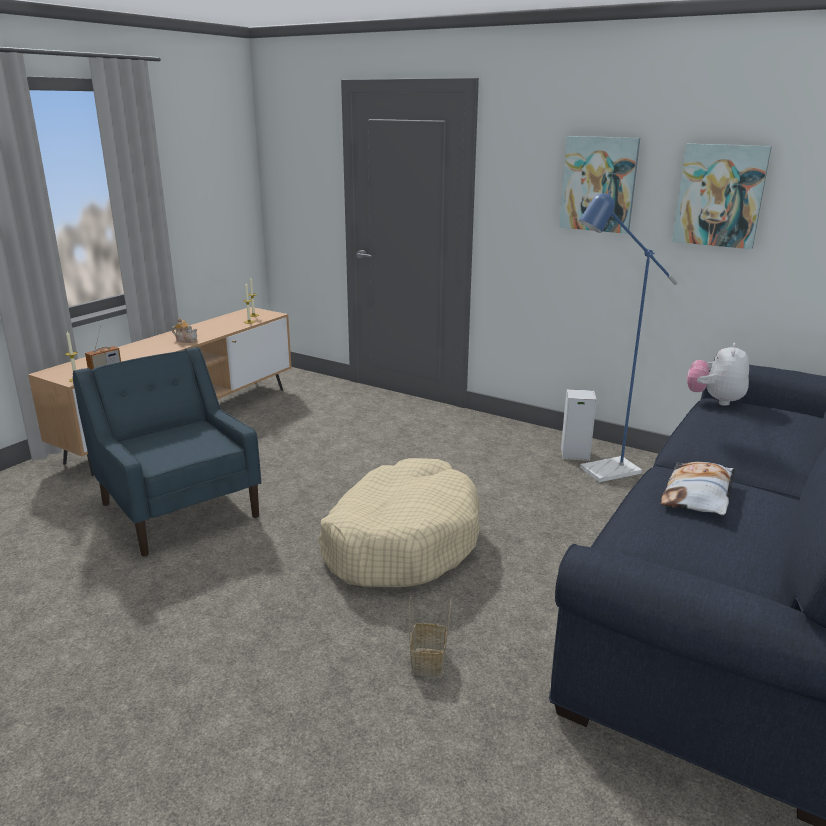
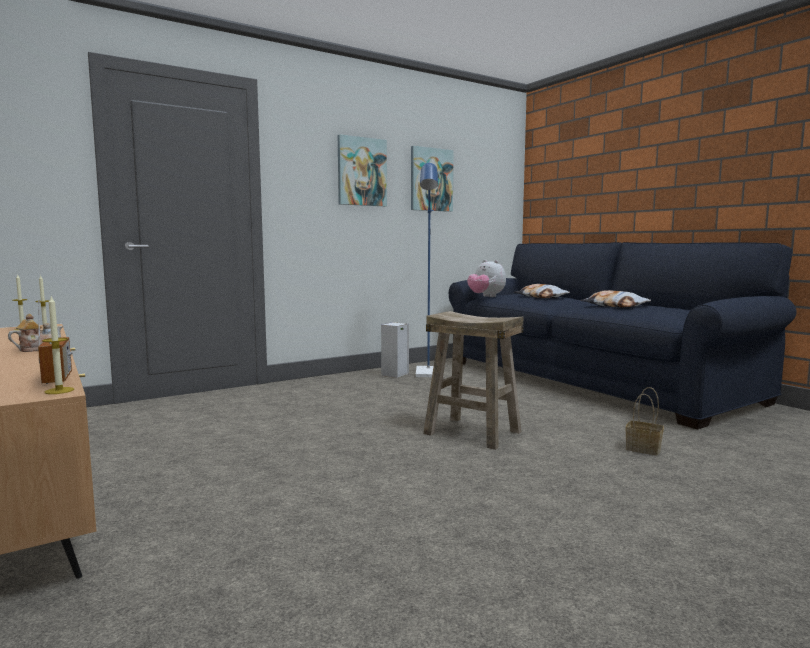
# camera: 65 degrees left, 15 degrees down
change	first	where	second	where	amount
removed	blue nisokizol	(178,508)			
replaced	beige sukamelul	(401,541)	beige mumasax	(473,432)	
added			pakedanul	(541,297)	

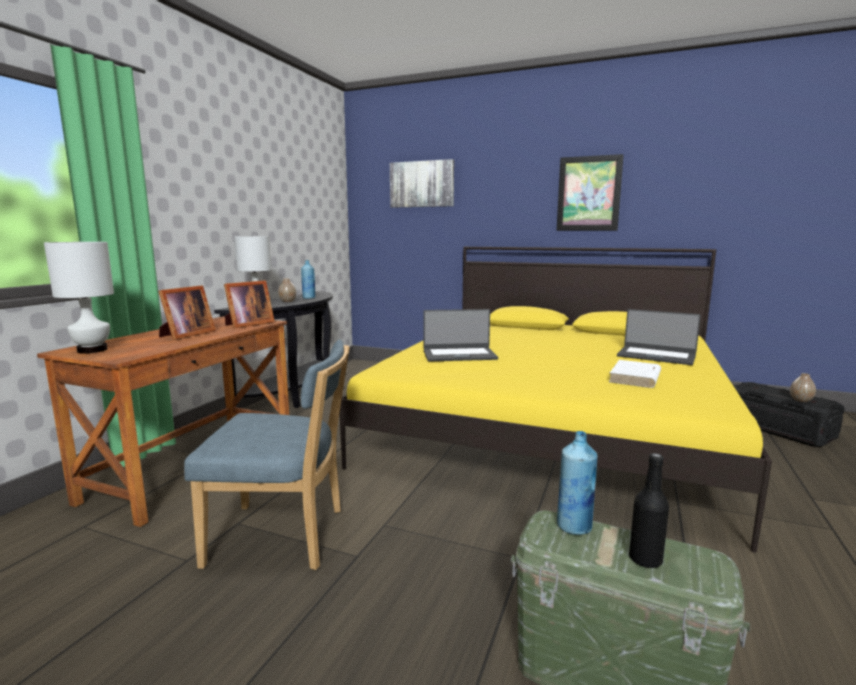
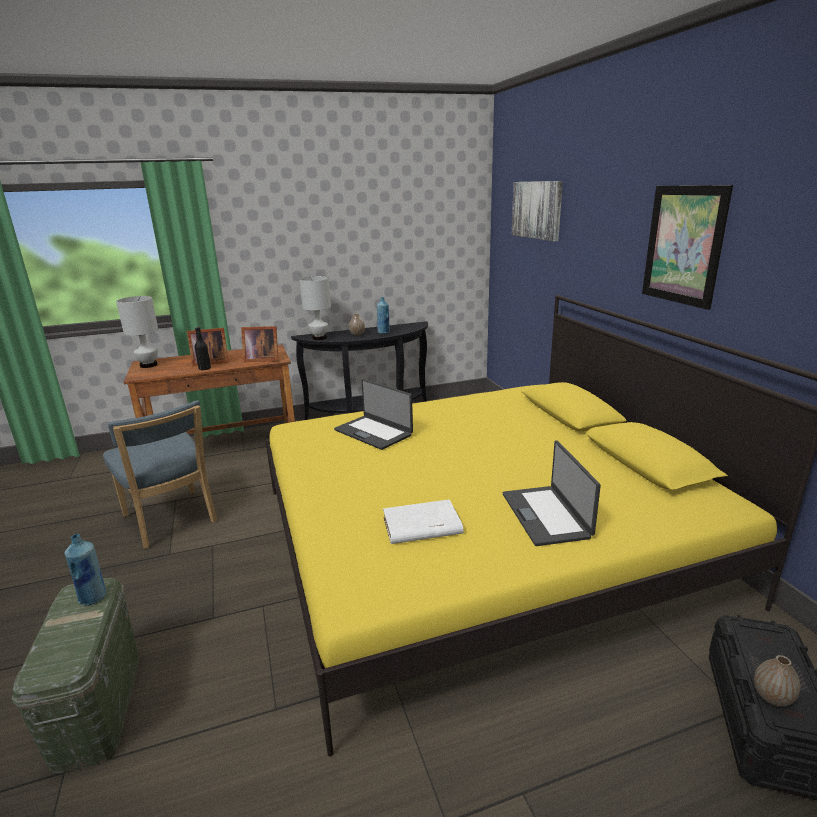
# camera: 50 degrees right, 10 degrees up
change	first	where	second	where	amount
moved	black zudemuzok	(645,559)		(204,369)	

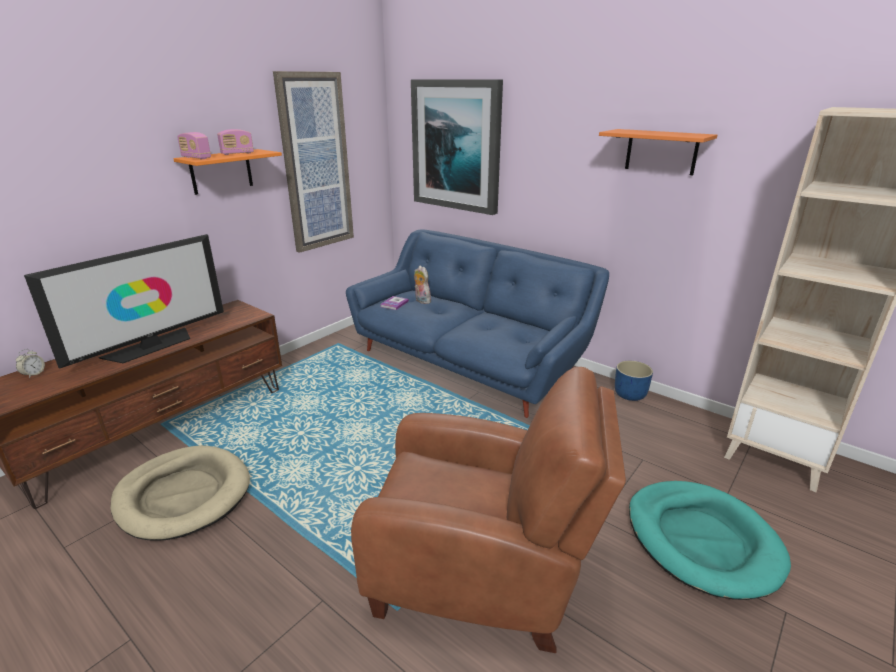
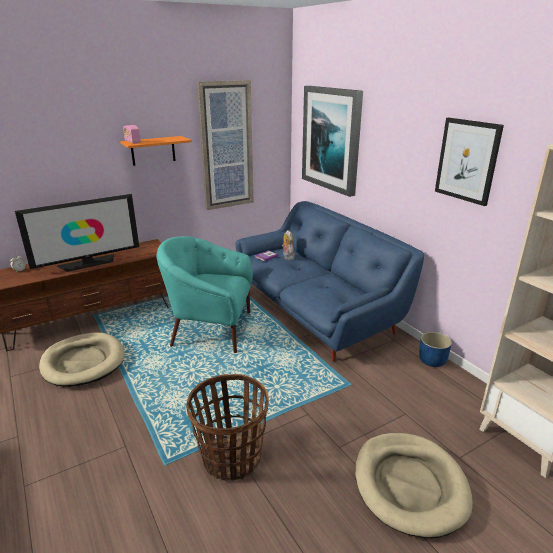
# camera: 20 degrees right, 0 degrees up
change	first	where	second	where	amount
removed	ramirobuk	(237,153)			
replaced	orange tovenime	(661,152)	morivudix	(467,160)	
replaced	brown nisokizol	(481,572)	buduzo	(231,458)	
recoloured	turquoise sukamelul	(702,540)	beige sukamelul	(410,485)	
added			turquoise nisokizol	(211,329)	

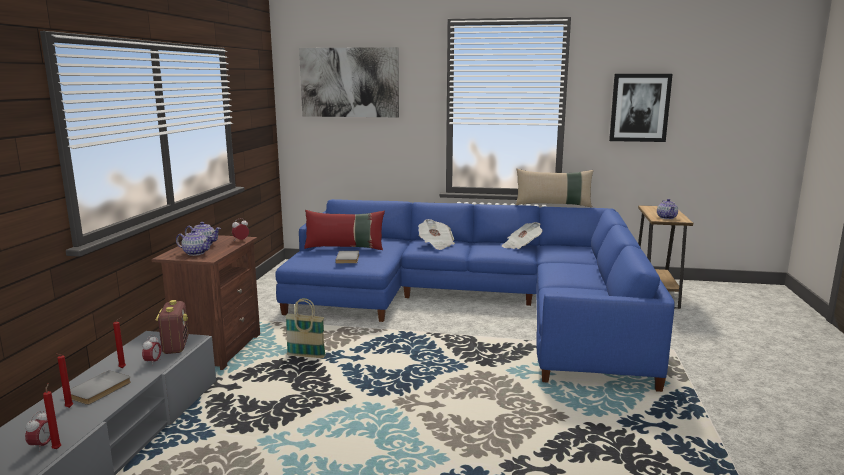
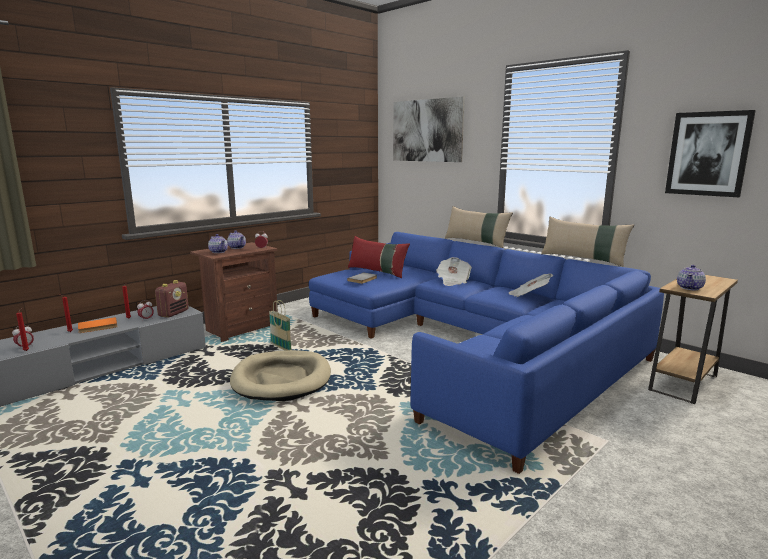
# camera: 35 degrees right, 0 degrees up
change	first	where	second	where	amount
recoloured	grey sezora	(100,390)	orange sezora	(98,327)	
added			beige pakedanul	(476,242)	
added			beige sukamelul	(282,379)	

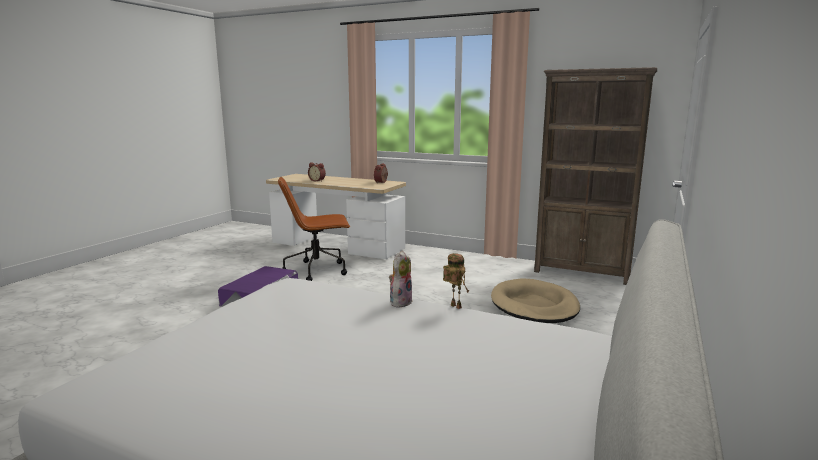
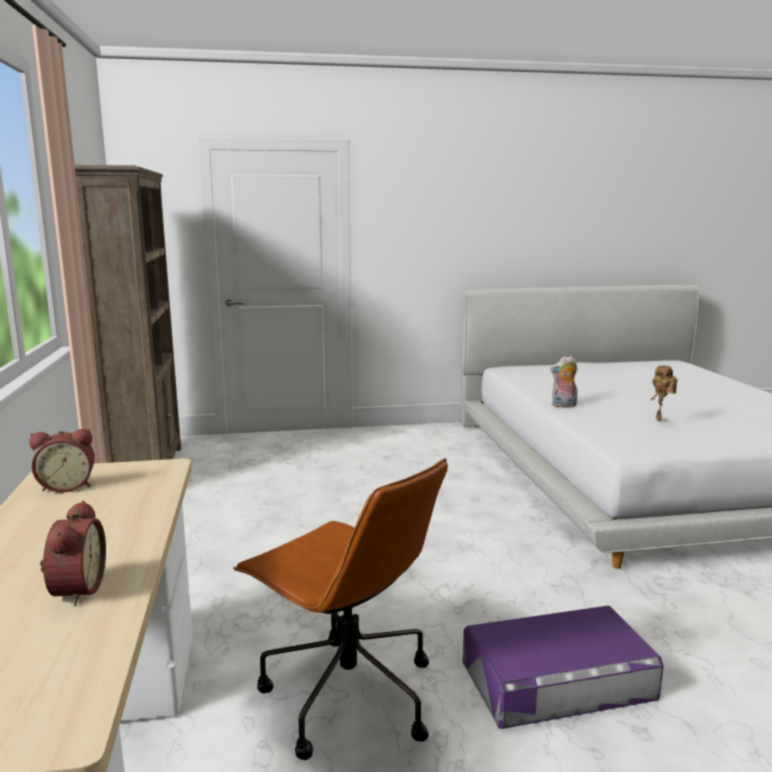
# camera: 125 degrees left, 0 degrees up
change	first	where	second	where	amount
moved	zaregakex	(454,307)		(660,419)	
removed	beige sukamelul	(534,305)			

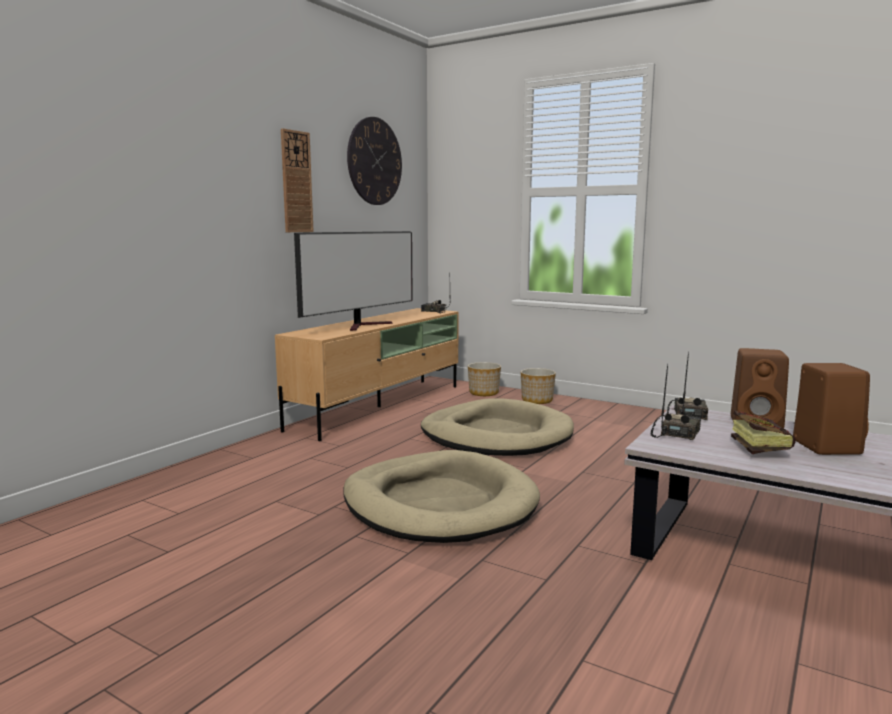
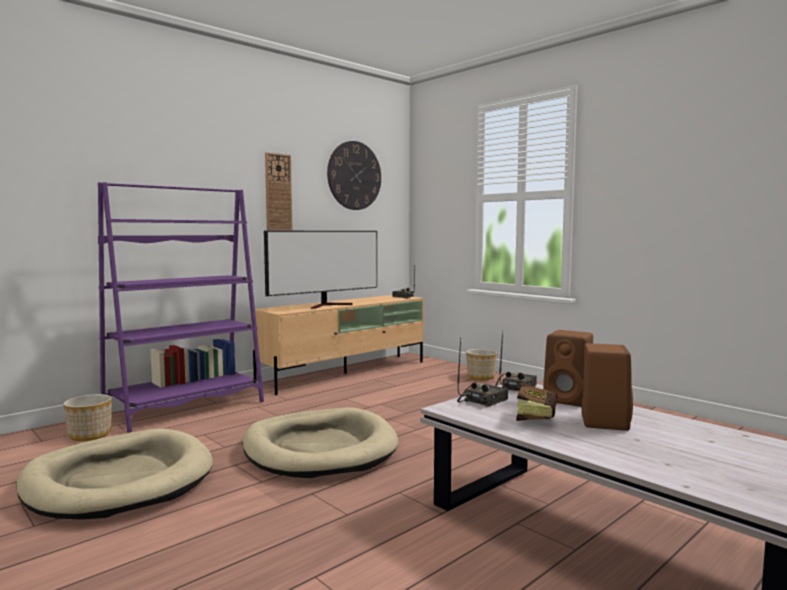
# camera: 15 degrees right, 5 degrees down
change	first	where	second	where	amount
moved	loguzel	(484,393)		(90,435)	
moved	beige sukamelul	(496,435)		(119,480)	
added			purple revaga	(186,408)	

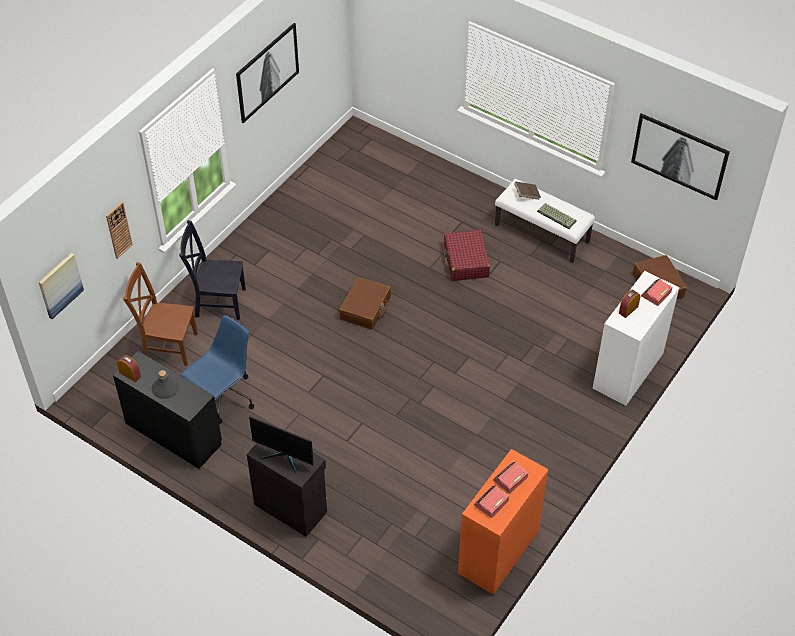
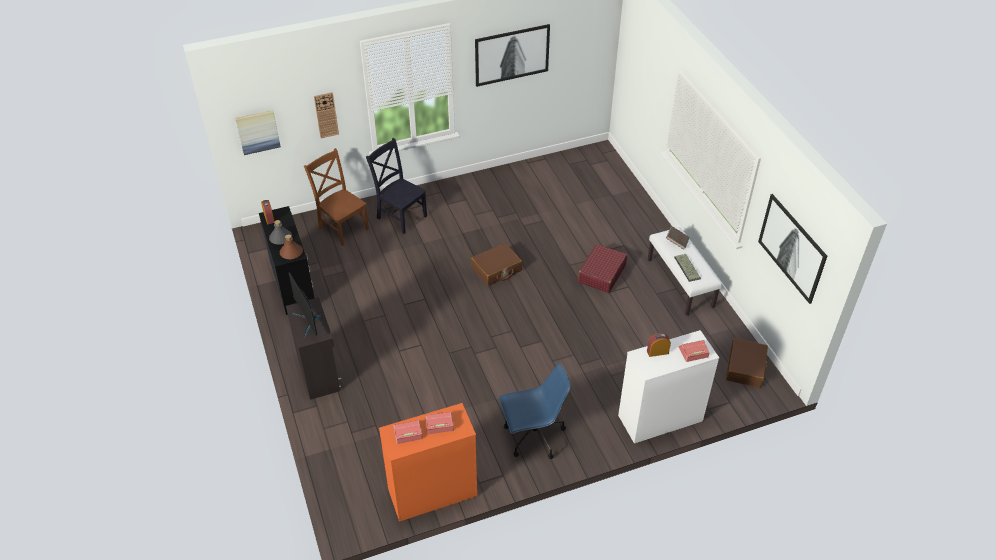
# camera: 35 degrees right, 5 degrees down
change	first	where	second	where	amount
moved	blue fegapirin	(223,398)		(533,436)	
added			brown zudemuzok	(291,253)	

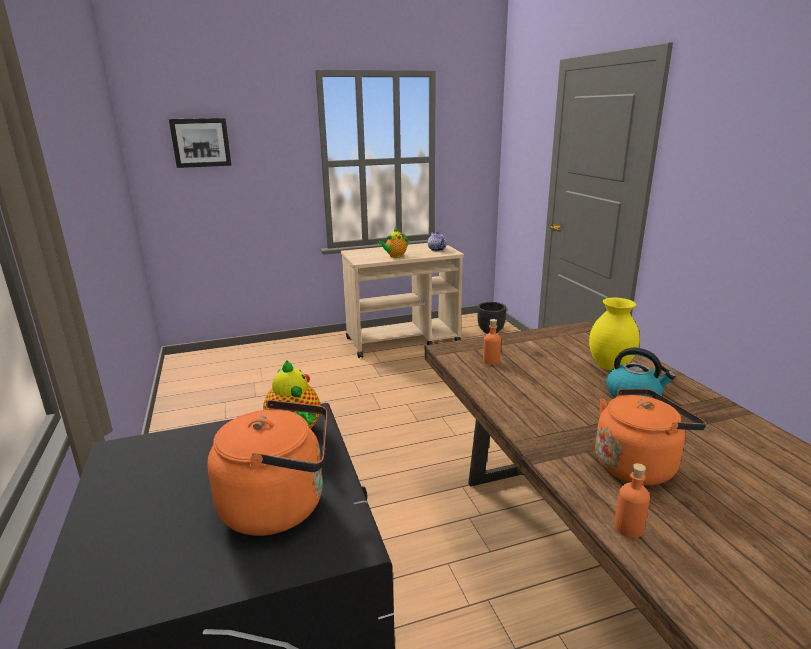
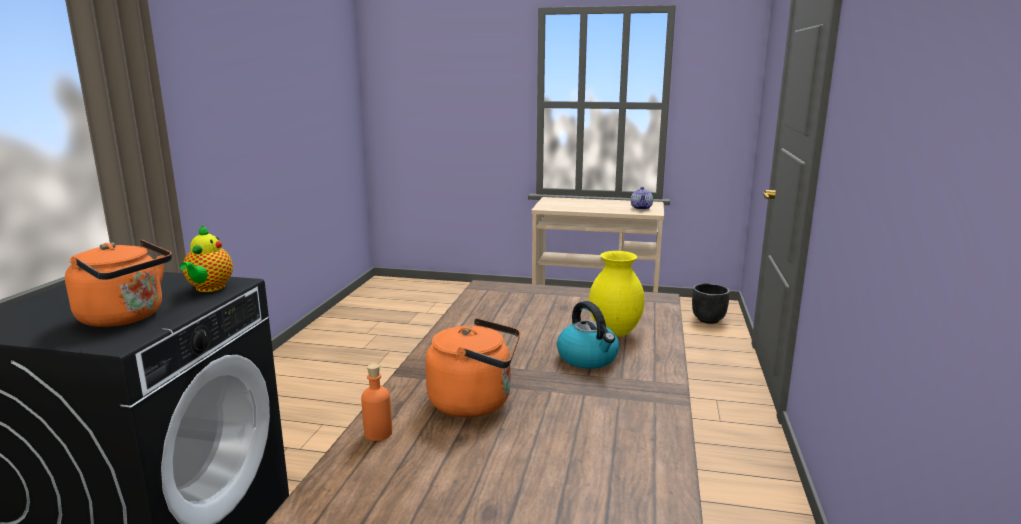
# camera: 30 degrees right, 5 degrees down
change	first	where	second	where	amount
removed	morivudix	(201,142)			
removed	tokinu	(394,256)			
removed	orange zudemuzok	(491,361)			

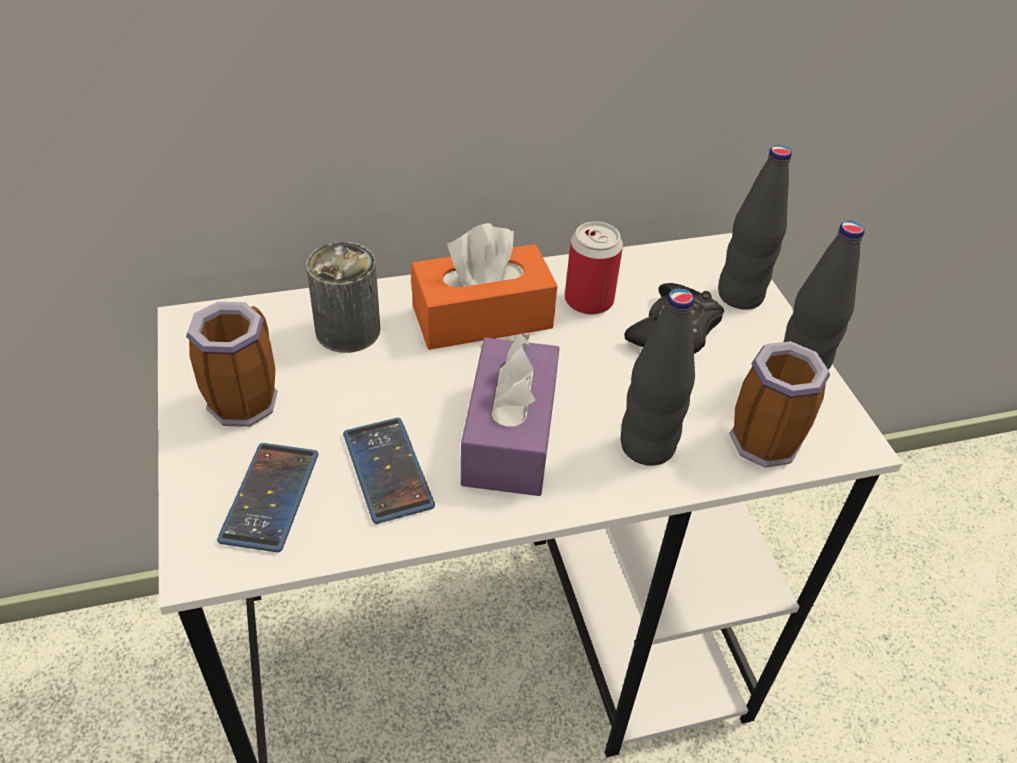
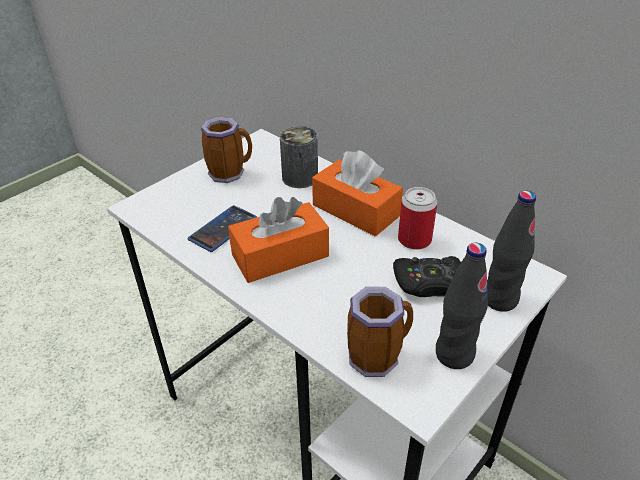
# camera: 60 degrees right, 5 degrees down
change	first	where	second	where	amount
removed	black zudemuzok	(647,447)			
recoloured	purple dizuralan	(510,435)	orange dizuralan	(280,256)	
removed	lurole	(270,497)			

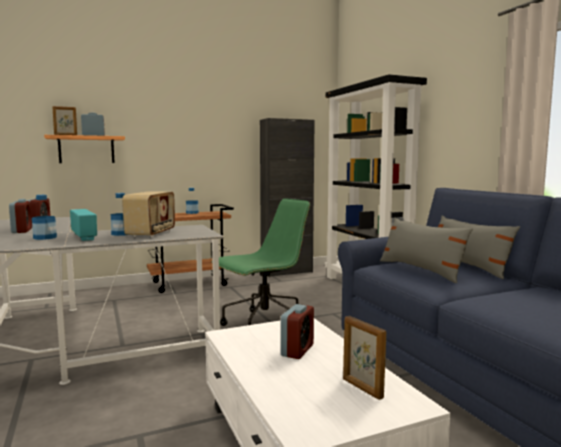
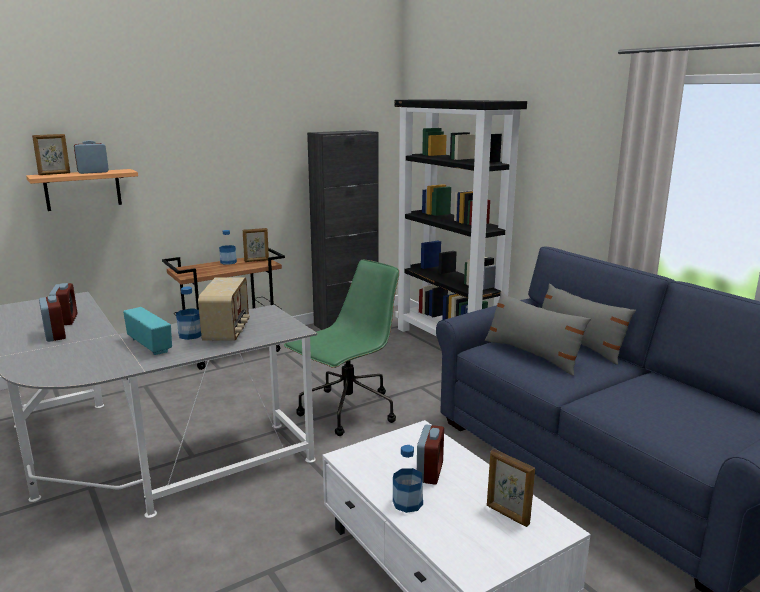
# camera: 10 degrees left, 10 degrees up
change	first	where	second	where	amount
moved	zudemuzok	(45,237)		(407,503)	
added			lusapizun	(256,261)	

